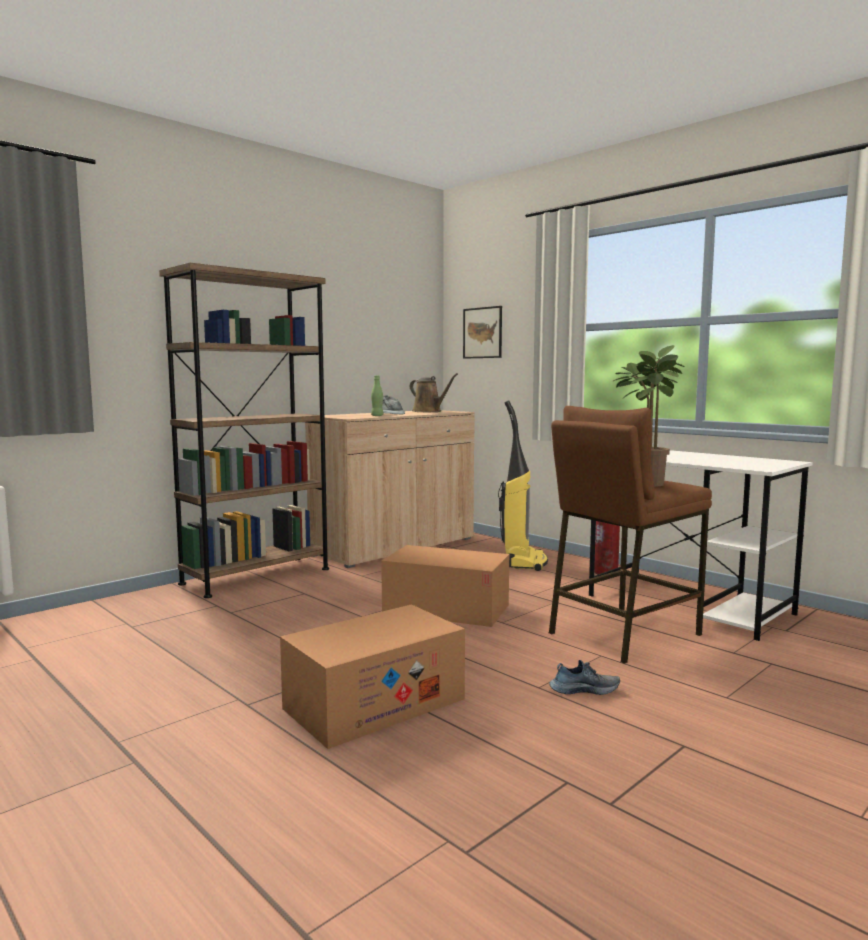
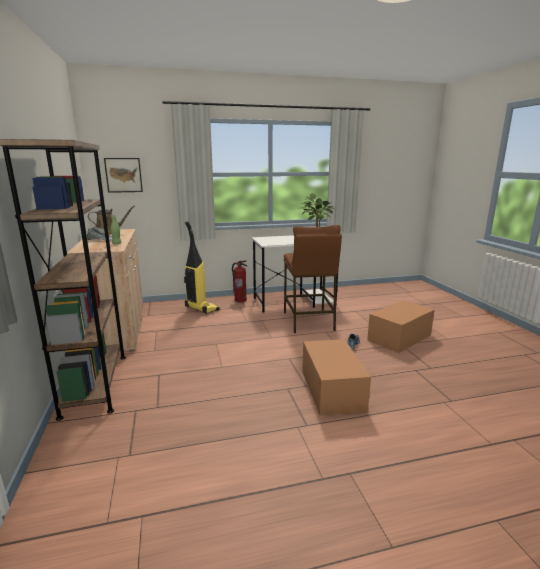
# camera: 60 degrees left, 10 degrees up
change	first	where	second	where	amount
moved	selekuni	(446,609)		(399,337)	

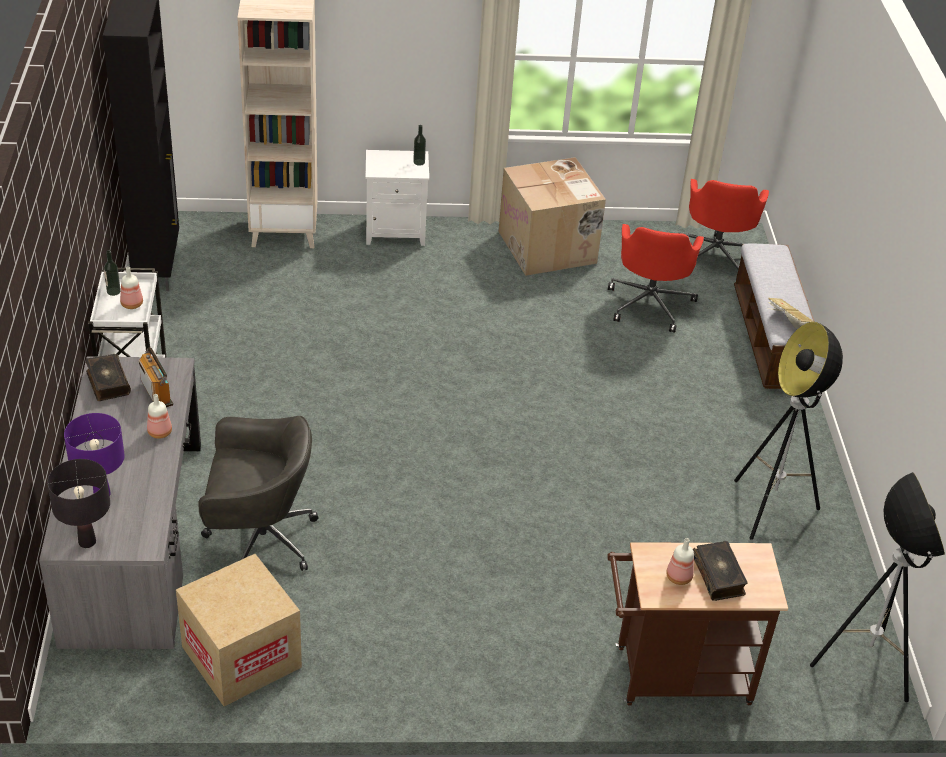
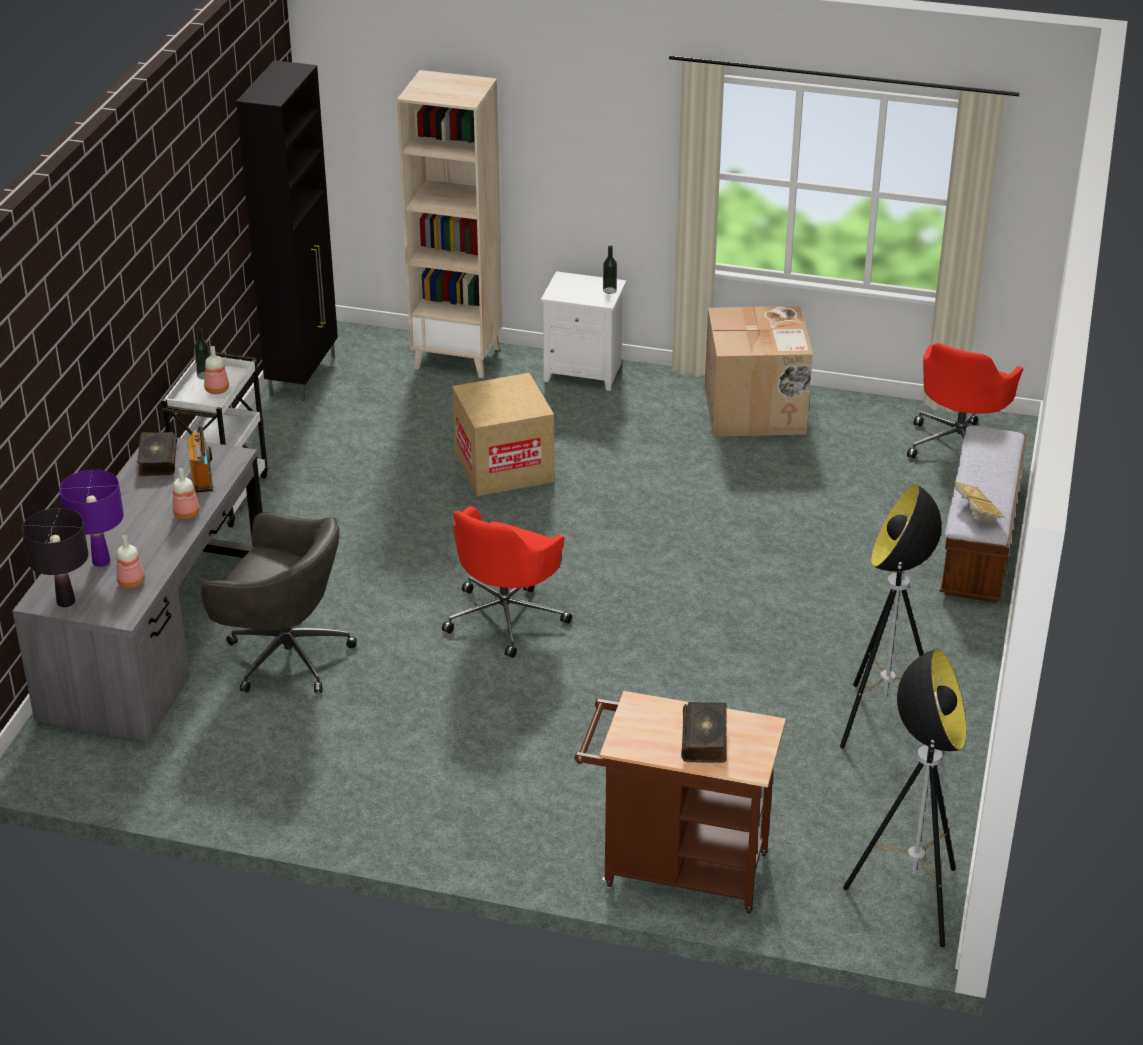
# camera: 20 degrees right, 5 degrees down
change	first	where	second	where	amount
moved	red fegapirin	(650,303)		(506,617)	
moved	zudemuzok	(679,577)		(132,582)	
moved	selekuni	(241,657)		(504,467)	

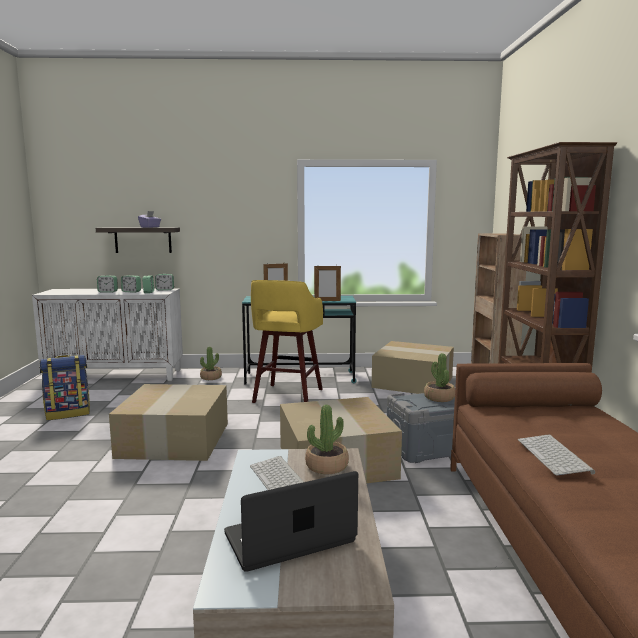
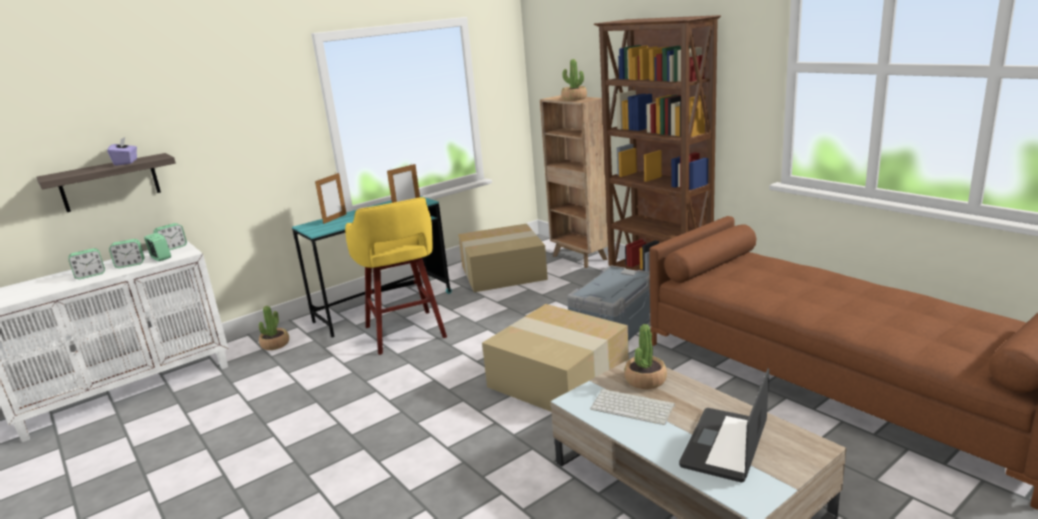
# camera: 35 degrees left, 10 degrees up
change	first	where	second	where	amount
moved	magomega	(439,398)		(574,99)	
removed	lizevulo	(68,413)			
removed	selekuni	(173,439)			
removed	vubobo	(555,456)			

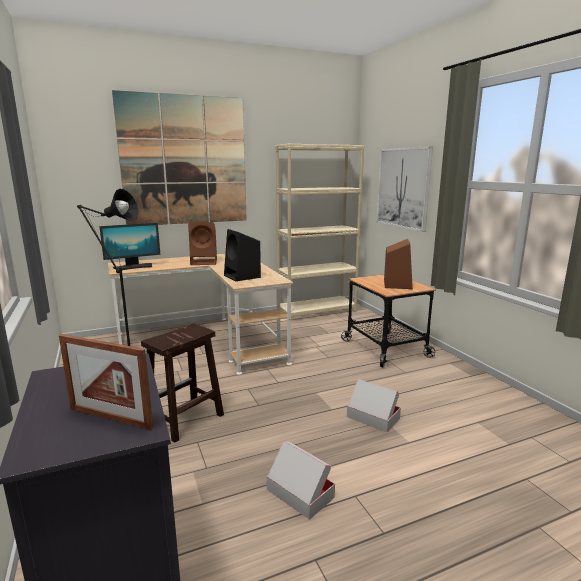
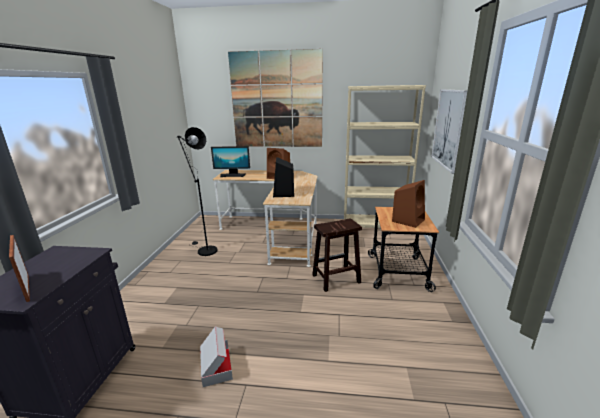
# camera: 30 degrees right, 5 degrees up
change	first	where	second	where	amount
moved	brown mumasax	(184,420)		(335,279)	
removed	selekuni	(373,417)			

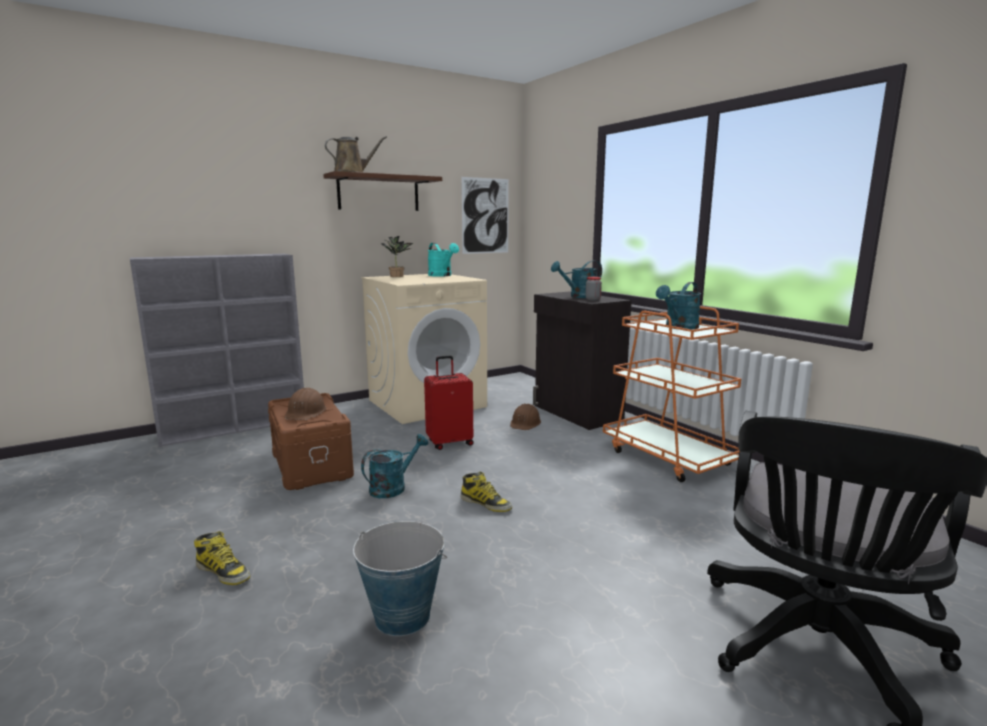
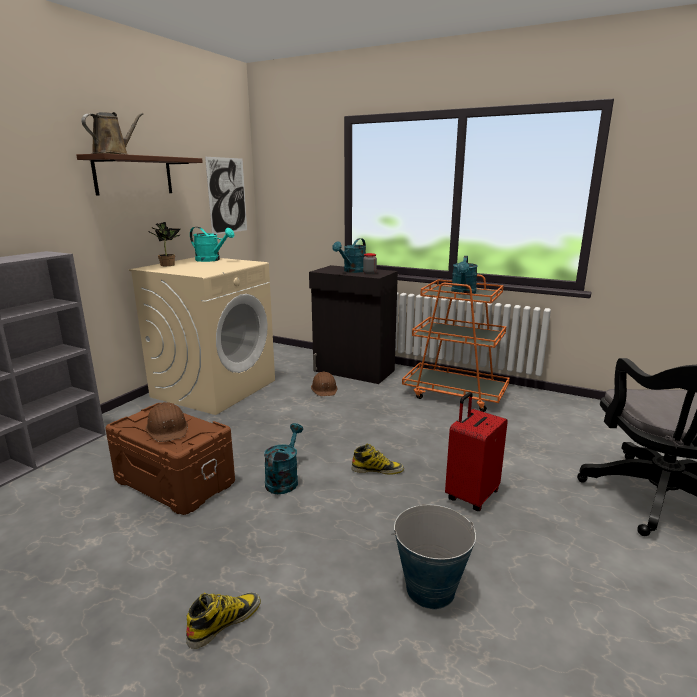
# camera: 30 degrees left, 5 degrees up
change	first	where	second	where	amount
moved	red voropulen	(449,443)		(471,495)	
turned	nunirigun	(223,572)		(225,622)	45 degrees counterclockwise

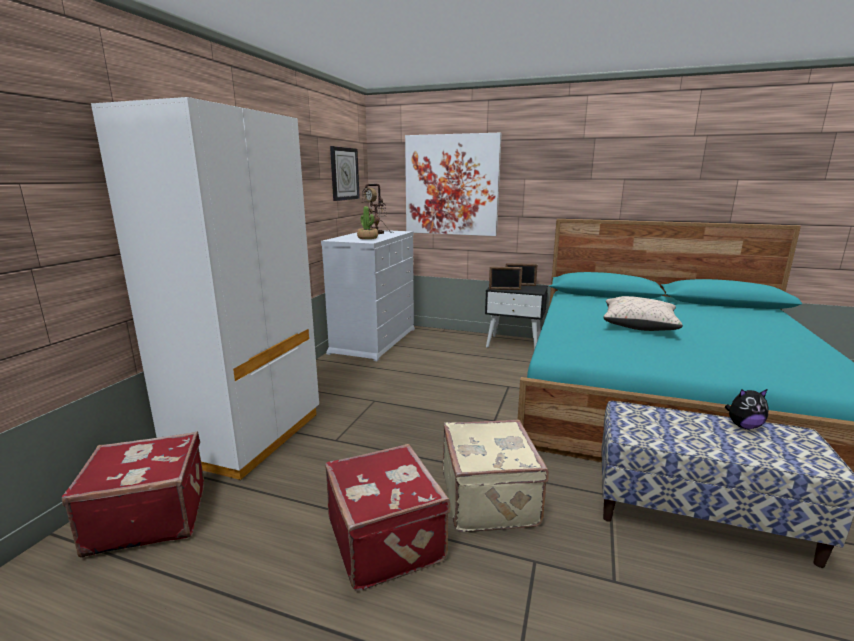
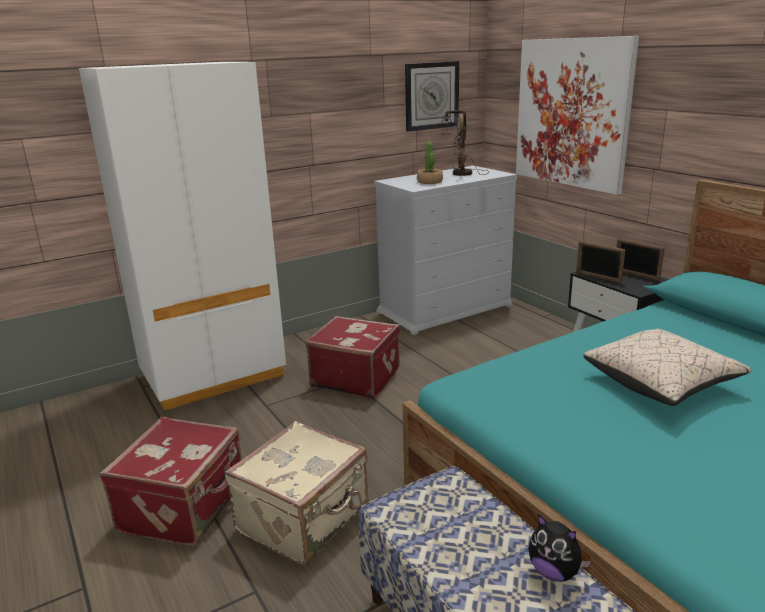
# camera: 40 degrees right, 5 degrees up
change	first	where	second	where	amount
moved	red voropulen	(149,517)		(356,377)	

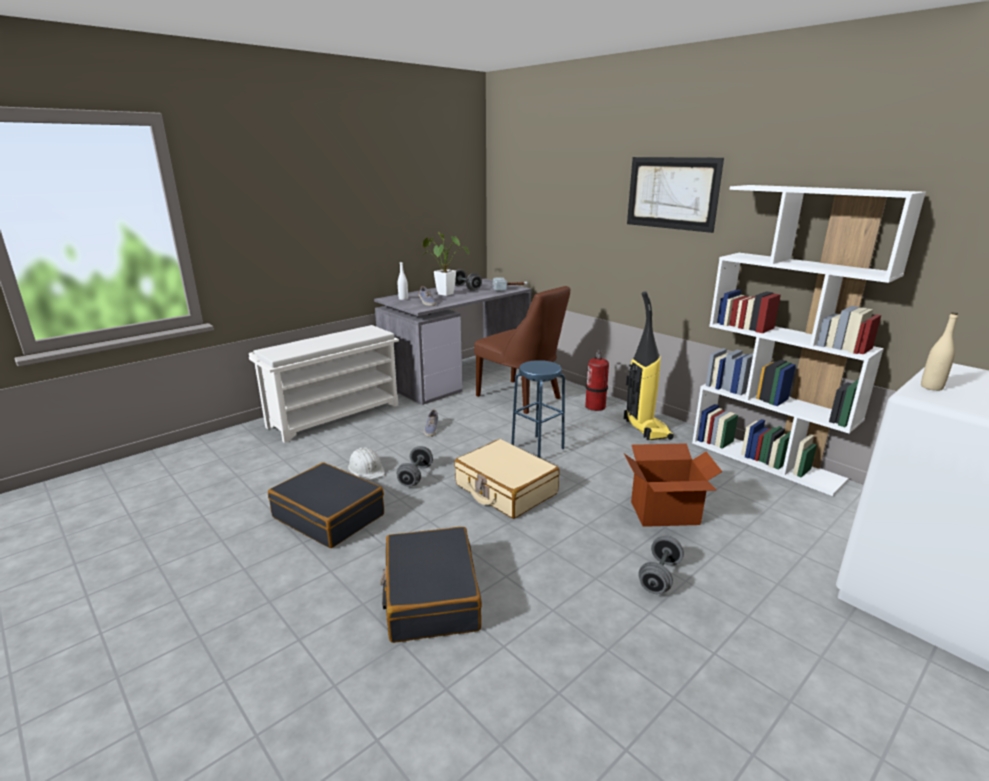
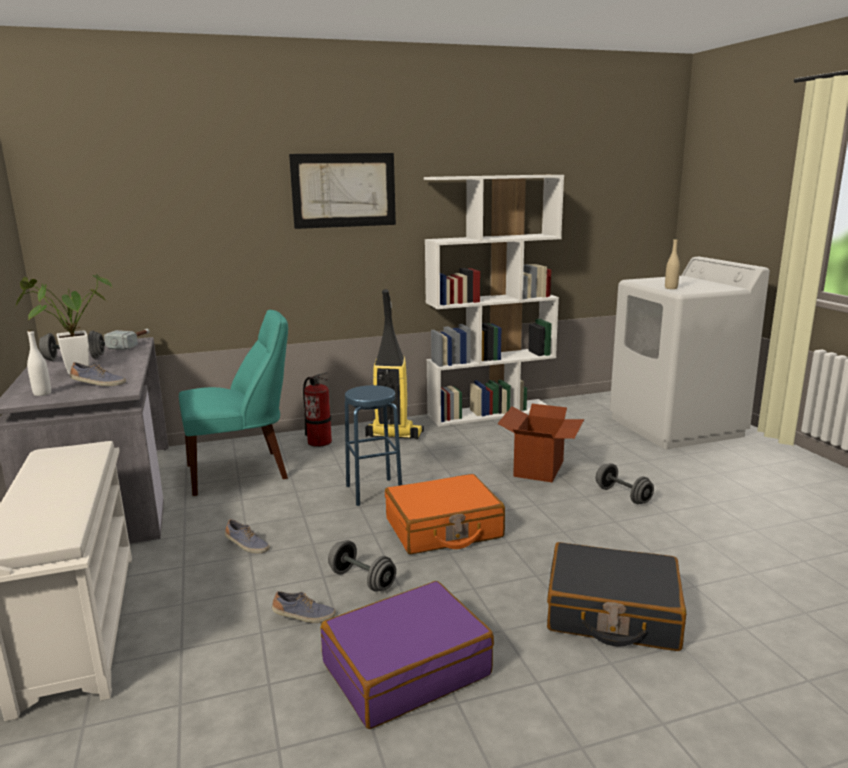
# camera: 65 degrees left, 5 degrees down
change	first	where	second	where	amount
recoloured	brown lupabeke	(521,398)	turquoise lupabeke	(242,471)	
recoloured	beige voropulen	(505,489)	orange voropulen	(443,529)	
replaced	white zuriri	(366,469)	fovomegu	(304,617)	
recoloured	black voropulen	(329,516)	purple voropulen	(406,668)	

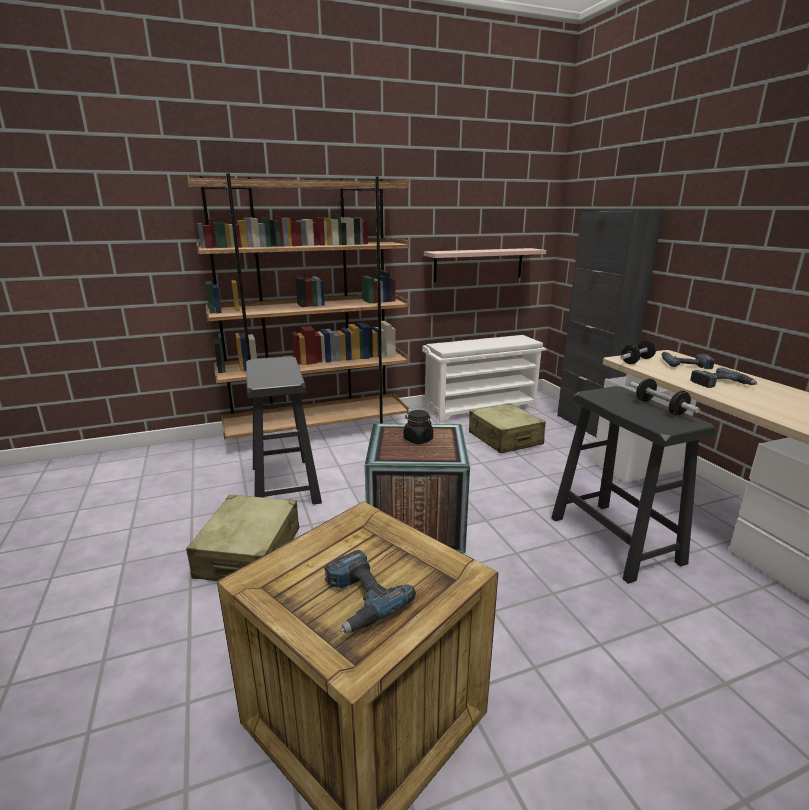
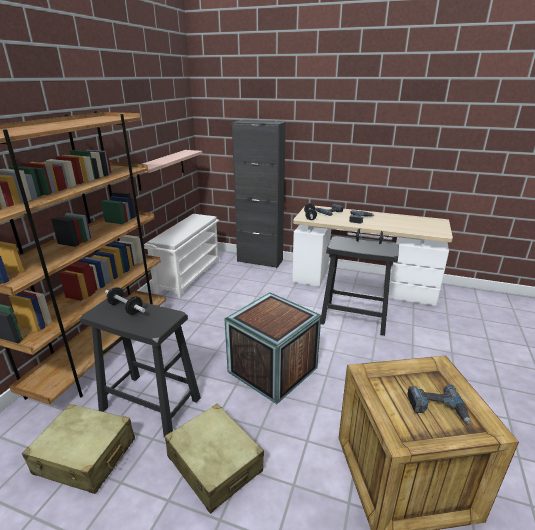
# camera: 50 degrees left, 5 degrees up
change	first	where	second	where	amount
moved	beige voropulen	(504,439)		(85,456)	
removed	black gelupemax	(418,439)			
added			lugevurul	(125,308)	

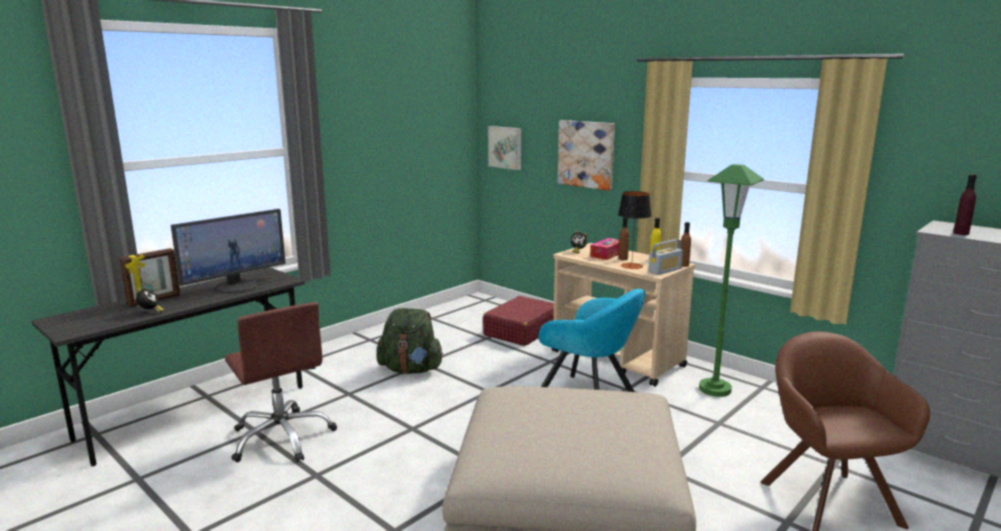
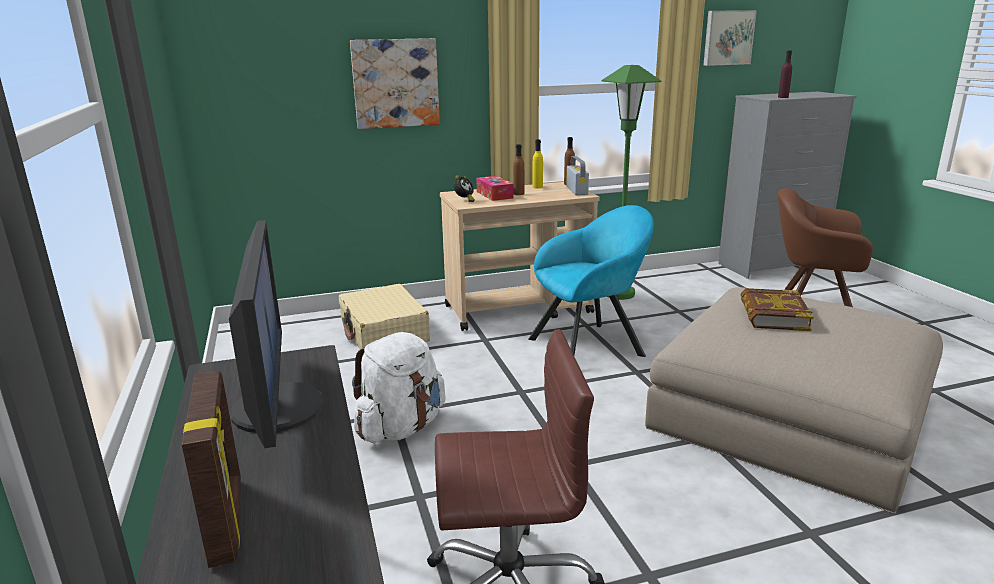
# camera: 60 degrees left, 5 degrees up
change	first	where	second	where	amount
moved	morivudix	(506,147)		(727,38)	
removed	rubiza	(631,266)			
removed	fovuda	(150,312)			
recoloured	red voropulen	(521,331)	beige voropulen	(384,332)	
recoloured	green lizevulo	(411,370)	white lizevulo	(401,427)	
added			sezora	(773,315)	

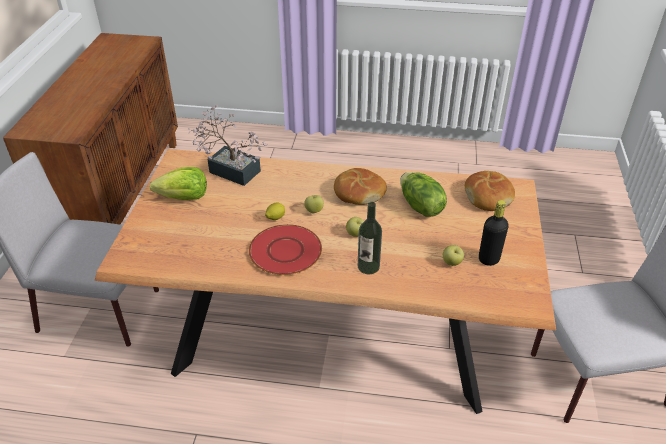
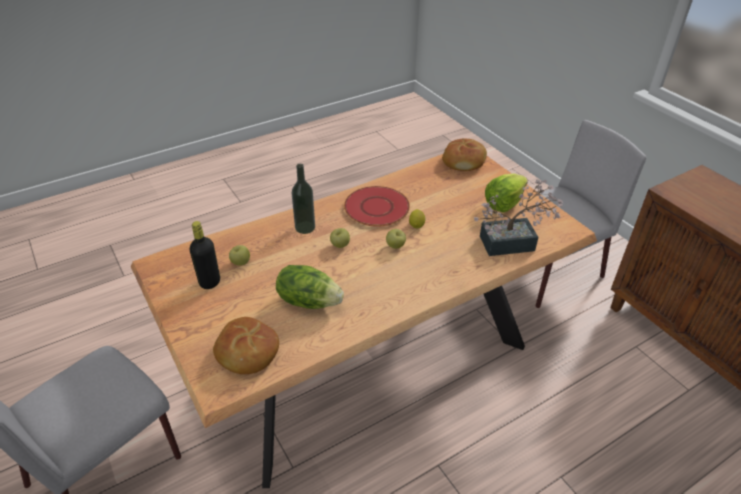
# camera: 140 degrees right, 0 degrees up
change	first	where	second	where	amount
moved	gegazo	(358,193)		(464,161)	

